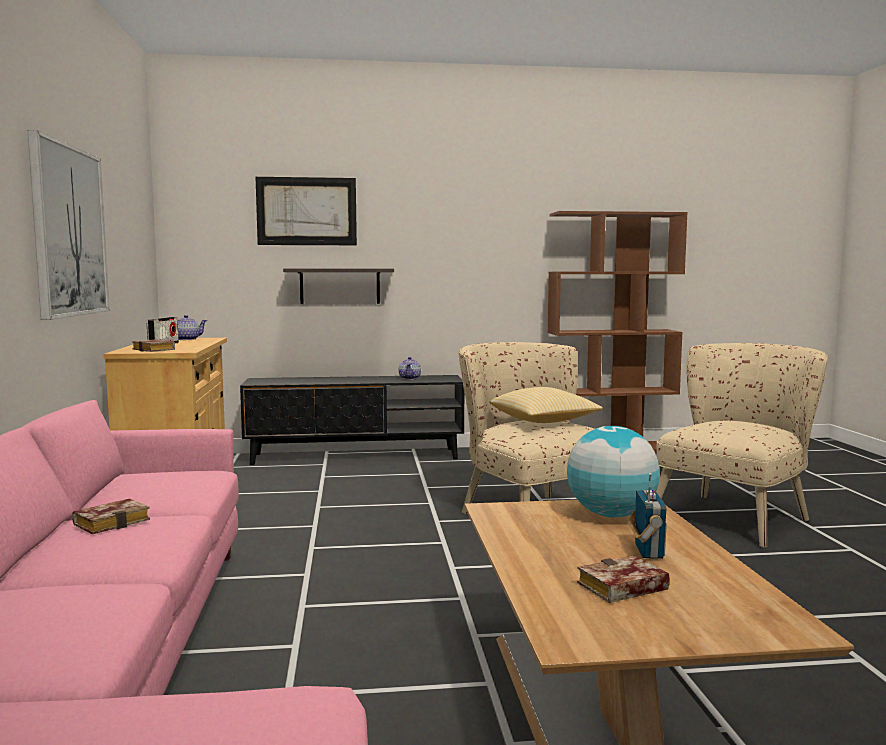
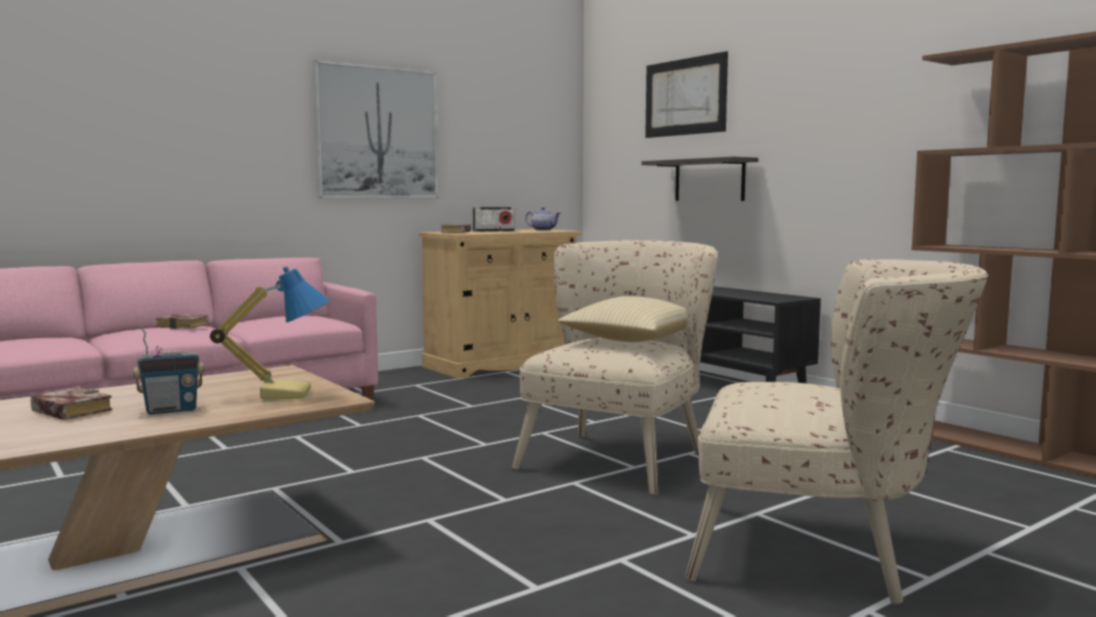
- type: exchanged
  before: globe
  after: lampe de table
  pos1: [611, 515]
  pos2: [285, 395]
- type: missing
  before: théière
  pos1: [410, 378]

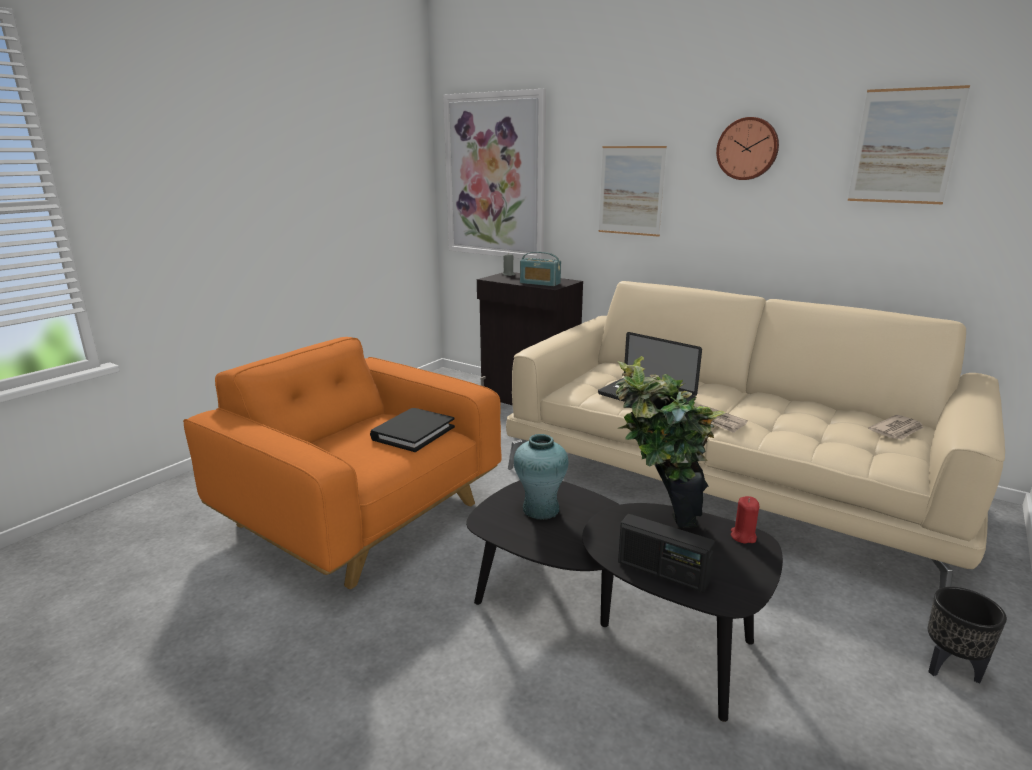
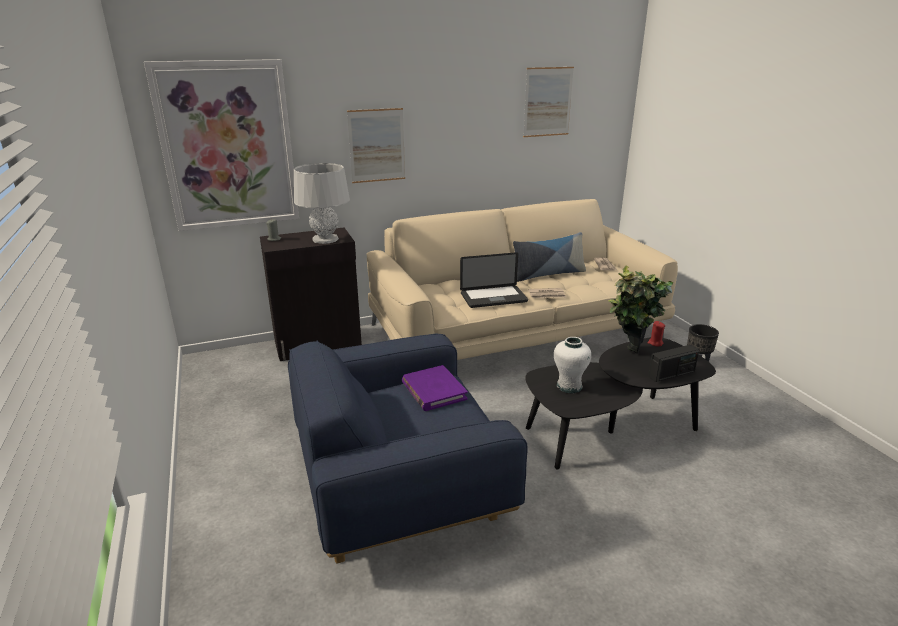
- type: colour
  before: fauteuil (orange)
  after: fauteuil (bleu)
  pos1: [360, 515]
  pos2: [399, 485]
- type: exchanged
  before: radio
  after: lampe de table (gris)
  pos1: [540, 283]
  pos2: [325, 239]
- type: colour
  before: livre (noir)
  after: livre (violet)
  pos1: [413, 433]
  pos2: [433, 391]
- type: appeared
  after: coussin
  pos2: [548, 274]
- type: colour
  before: vase (turquoise)
  after: vase (blanc)
  pos1: [540, 509]
  pos2: [569, 386]
- type: missing
  before: horloge murale
  pos1: [747, 149]

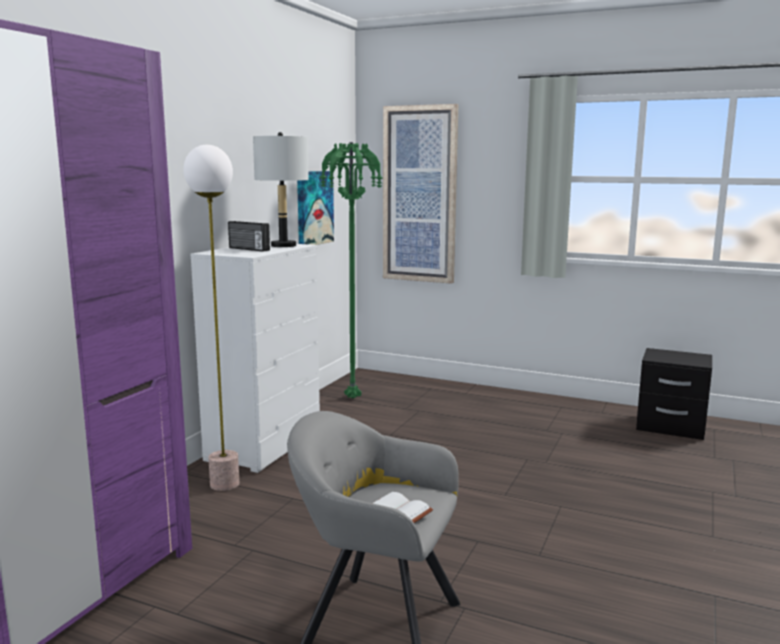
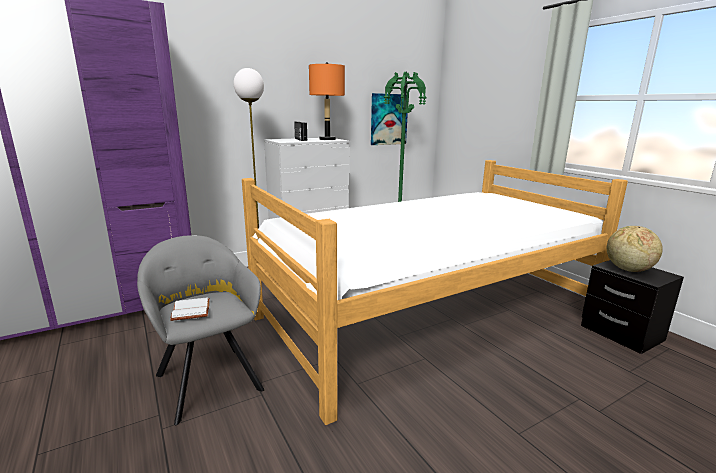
- type: appeared
  after: lit
  pos2: [430, 314]
- type: colour
  before: lampe de table (gris)
  after: lampe de table (orange)
  pos1: [283, 246]
  pos2: [327, 139]
- type: appeared
  after: globe
  pos2: [628, 269]
- type: missing
  before: tableau
  pos1: [420, 195]

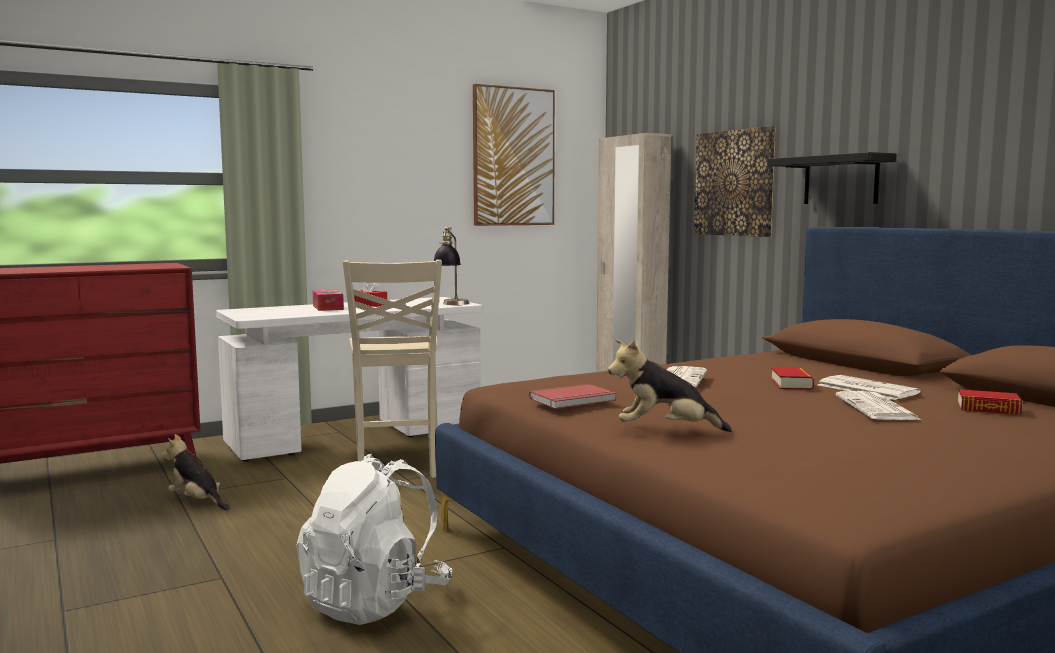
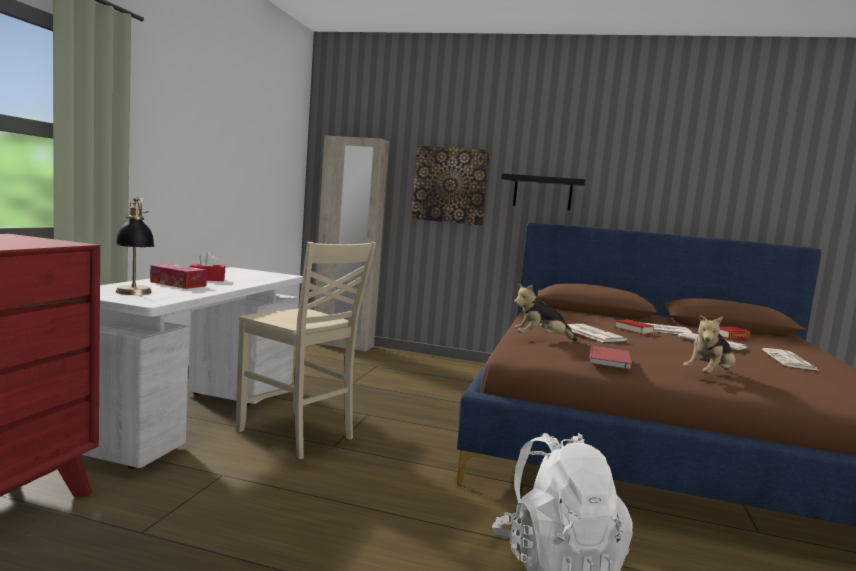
- type: relocated
  before: lampe de table
  pos1: [451, 305]
  pos2: [134, 294]
- type: relocated
  before: peluche
  pos1: [197, 502]
  pos2: [540, 339]
- type: appeared
  after: journal
  pos2: [790, 360]
- type: missing
  before: tableau
  pos1: [513, 157]

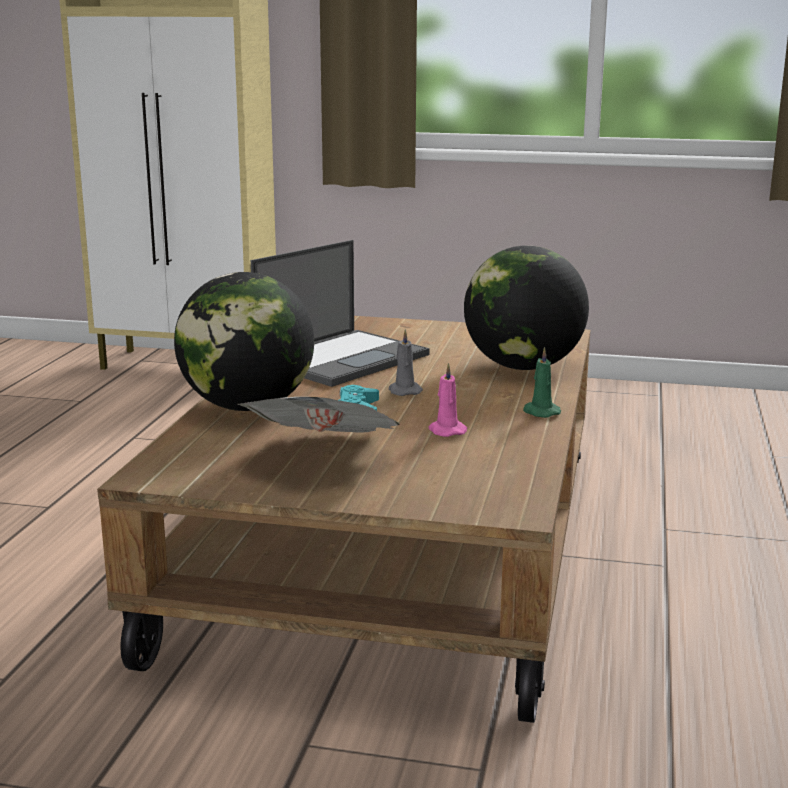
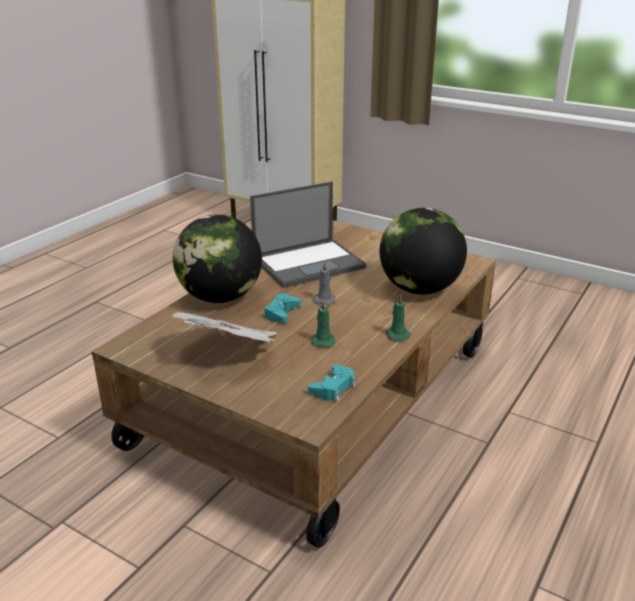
- type: appeared
  after: manette (turquoise)
  pos2: [333, 388]
- type: colour
  before: bougie (rose)
  after: bougie (vert)
  pos1: [446, 430]
  pos2: [323, 340]

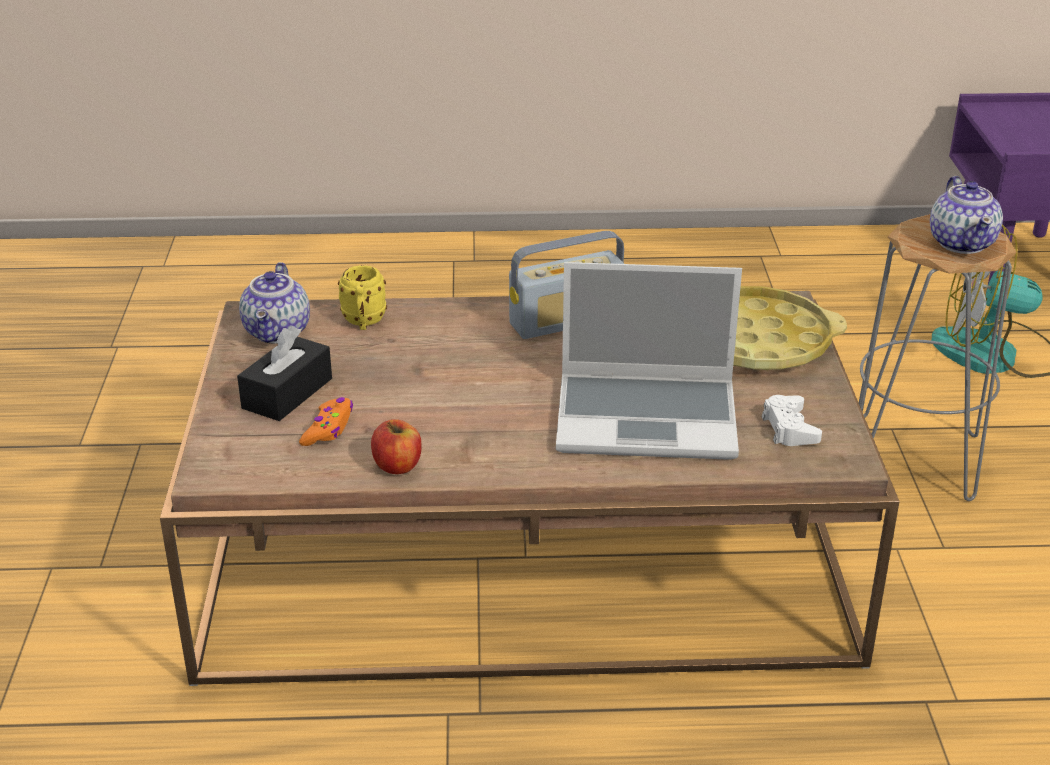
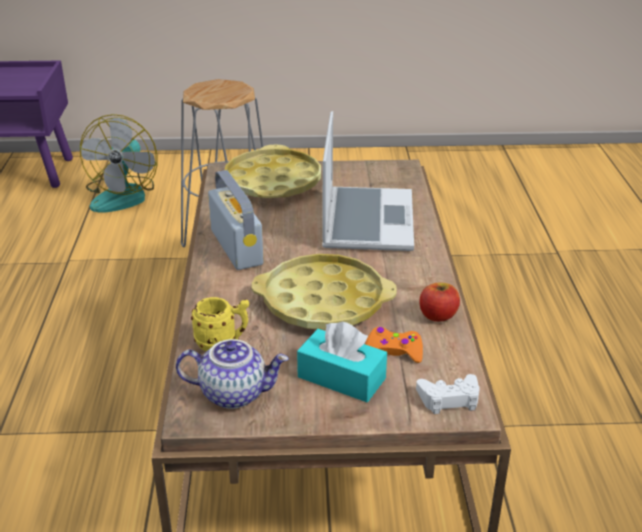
- type: appeared
  after: plateau (jaune)
  pos2: [323, 301]
- type: colour
  before: boîte à mouchoirs (noir)
  after: boîte à mouchoirs (turquoise)
  pos1: [287, 393]
  pos2: [341, 378]
- type: relocated
  before: manette (blanc)
  pos1: [789, 428]
  pos2: [449, 399]
- type: missing
  before: théière
  pos1: [962, 243]

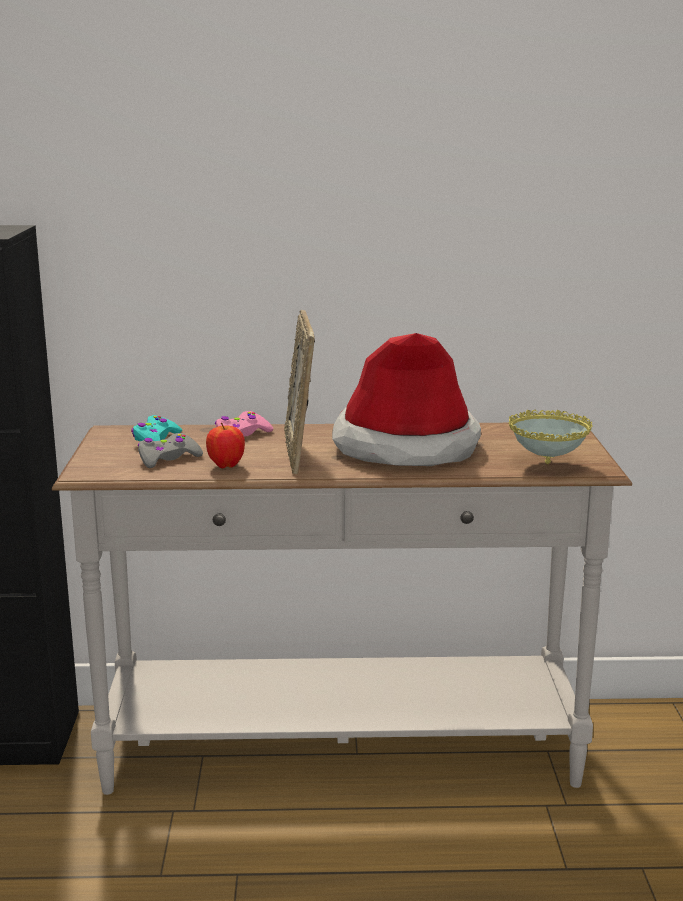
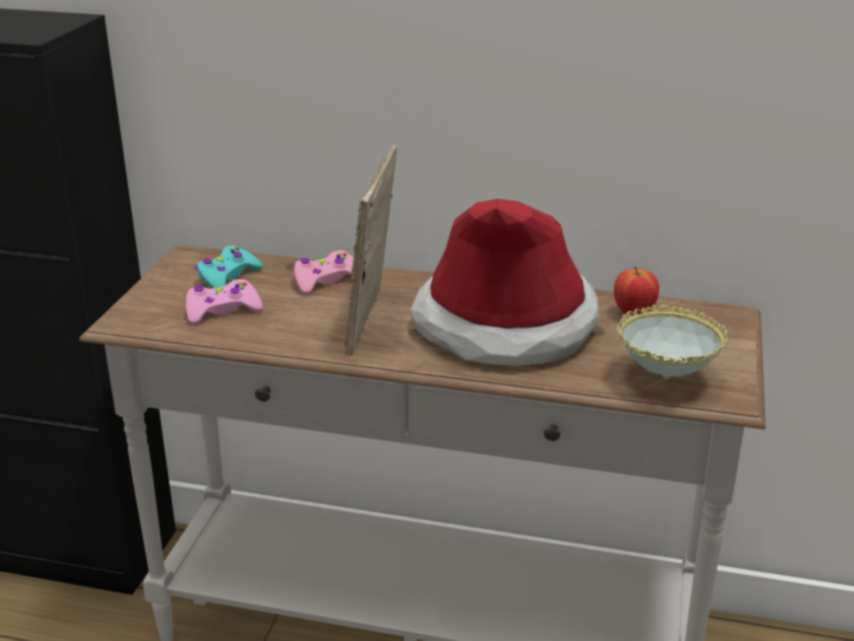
- type: colour
  before: manette (gris)
  after: manette (rose)
  pos1: [168, 458]
  pos2: [222, 310]
- type: relocated
  before: pomme
  pos1: [226, 466]
  pos2: [634, 314]

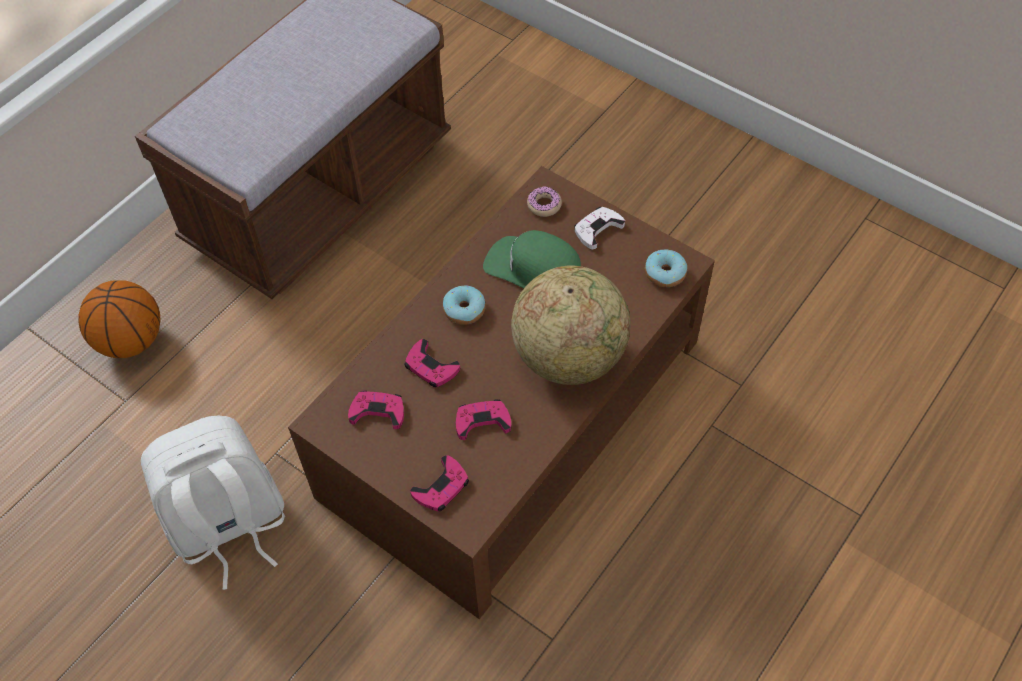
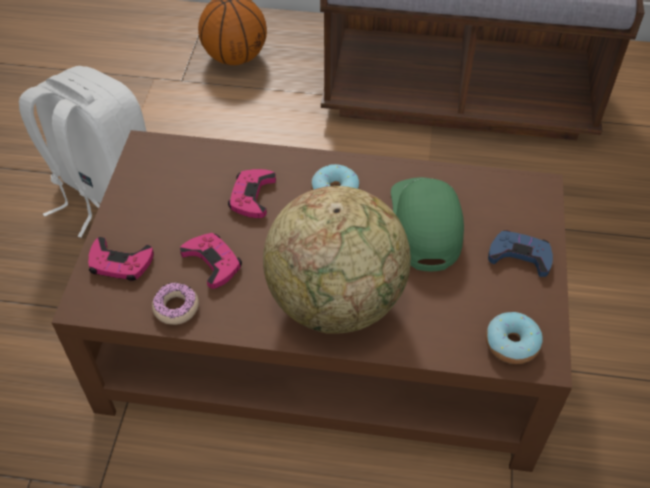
- type: relocated
  before: beignet
  pos1: [544, 205]
  pos2: [176, 307]
- type: colour
  before: manette (blanc)
  after: manette (bleu)
  pos1: [597, 229]
  pos2: [520, 255]
- type: missing
  before: manette (rose)
  pos1: [378, 411]

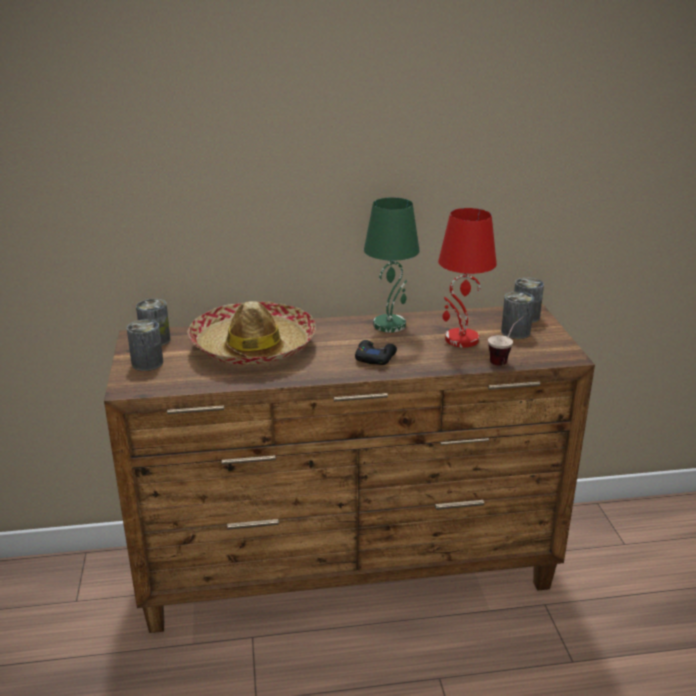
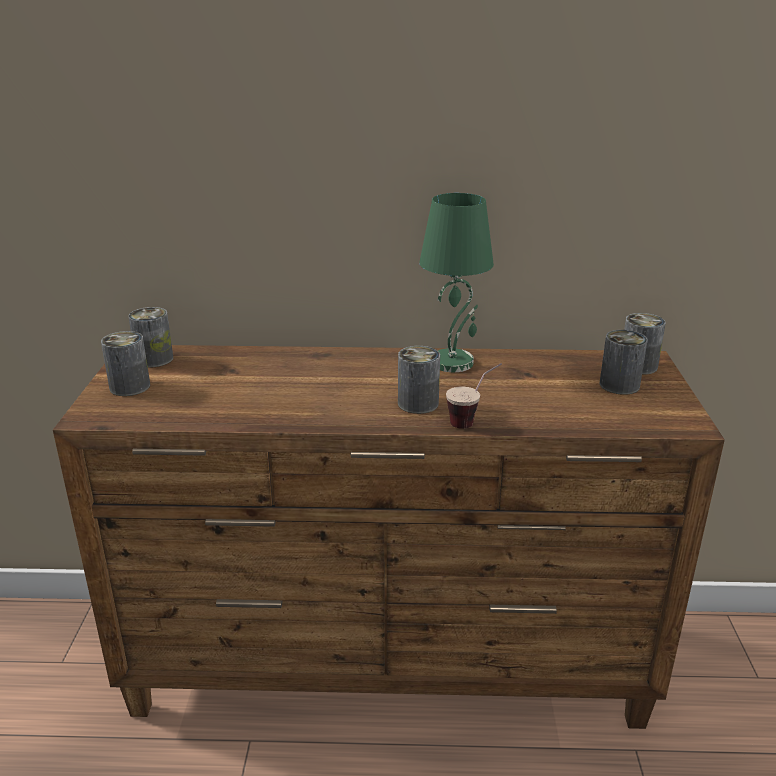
- type: exchanged
  before: manette (noir)
  after: boîte métallique
  pos1: [375, 357]
  pos2: [418, 403]
- type: relocated
  before: tasse
  pos1: [505, 359]
  pos2: [473, 420]
- type: missing
  before: chapeau
  pos1: [252, 347]
- type: missing
  before: lampe de table (rouge)
  pos1: [460, 340]

